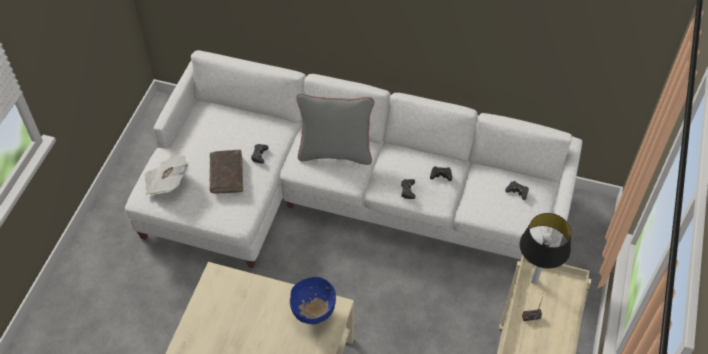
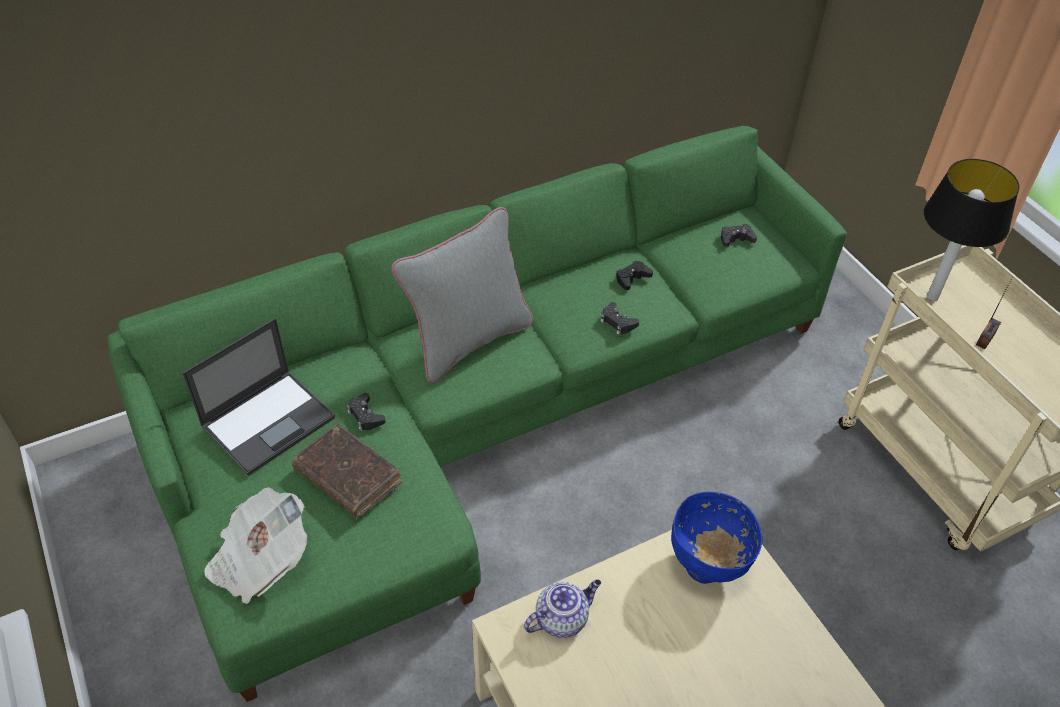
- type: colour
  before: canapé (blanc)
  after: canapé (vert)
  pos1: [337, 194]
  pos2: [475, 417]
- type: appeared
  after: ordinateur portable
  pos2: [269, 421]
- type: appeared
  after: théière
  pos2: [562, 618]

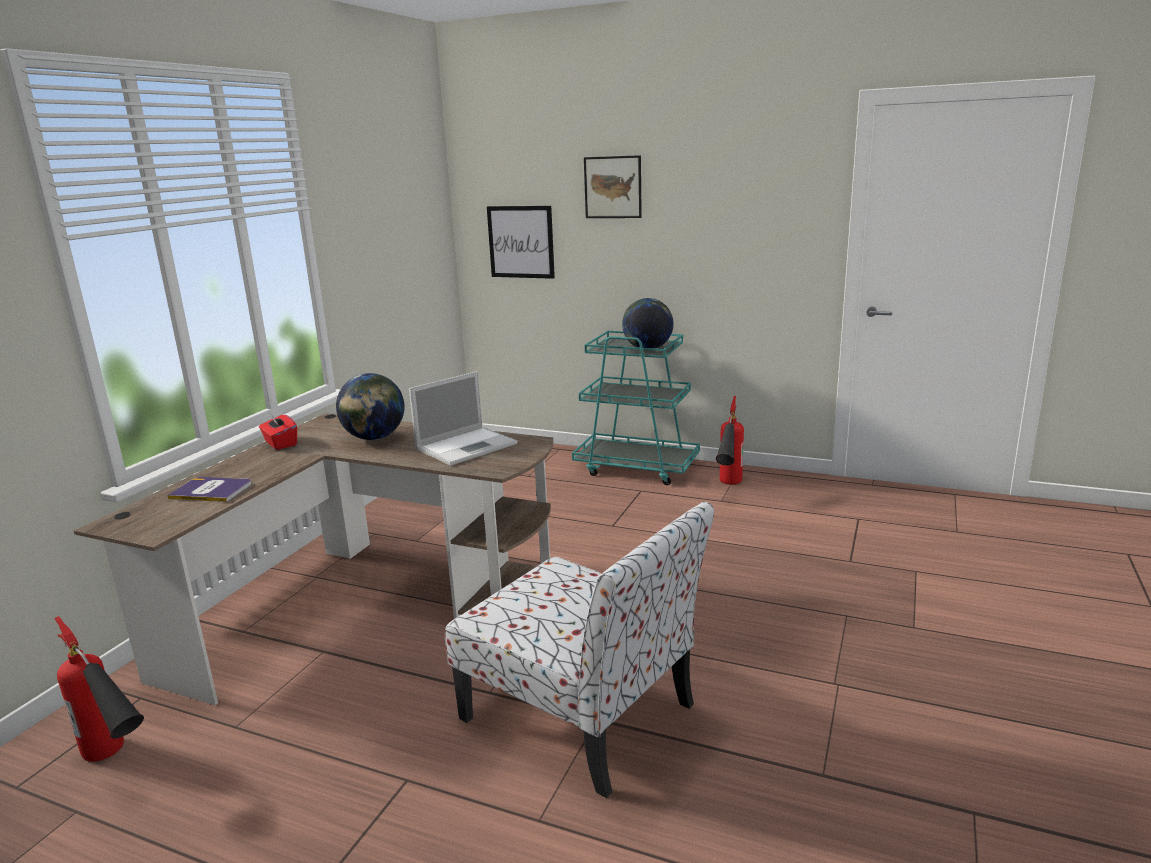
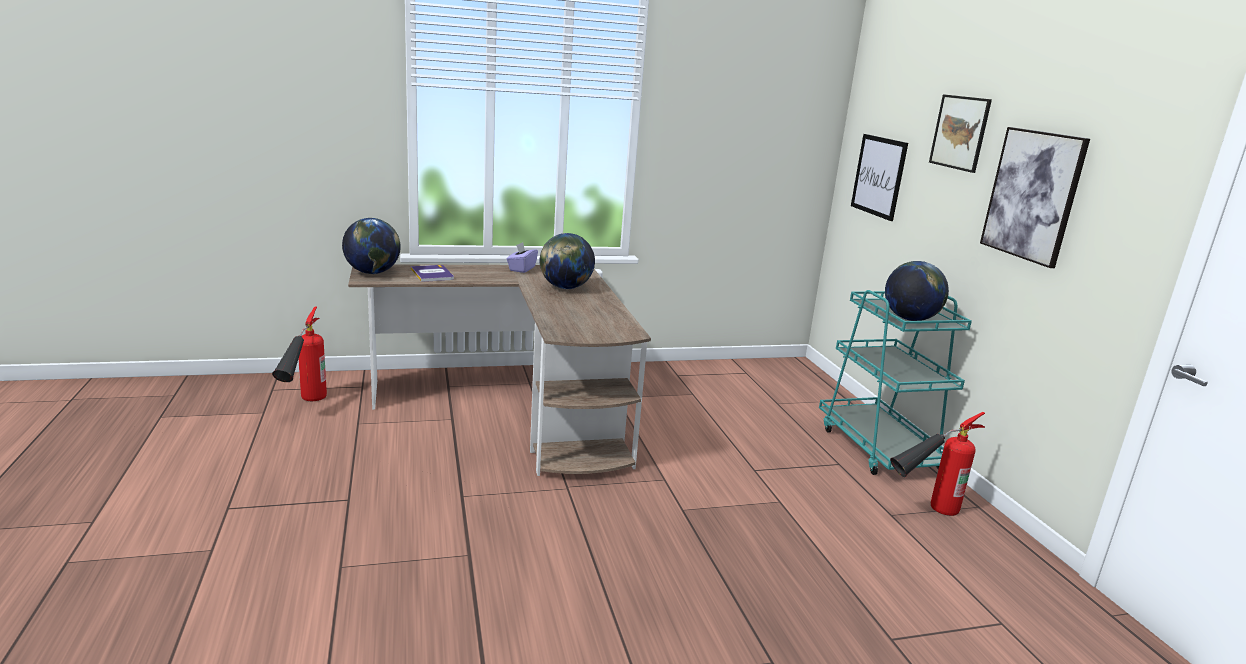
- type: appeared
  after: globe
  pos2: [372, 273]
- type: colour
  before: boîte à mouchoirs (rouge)
  after: boîte à mouchoirs (violet)
  pos1: [280, 443]
  pos2: [521, 269]
- type: appeared
  after: tableau
  pos2: [1032, 195]
- type: missing
  before: ordinateur portable
  pos1: [468, 446]
- type: missing
  before: chaise
  pos1: [582, 714]

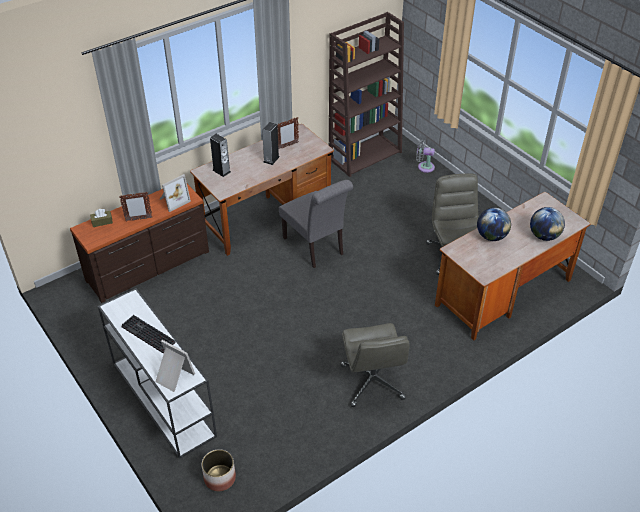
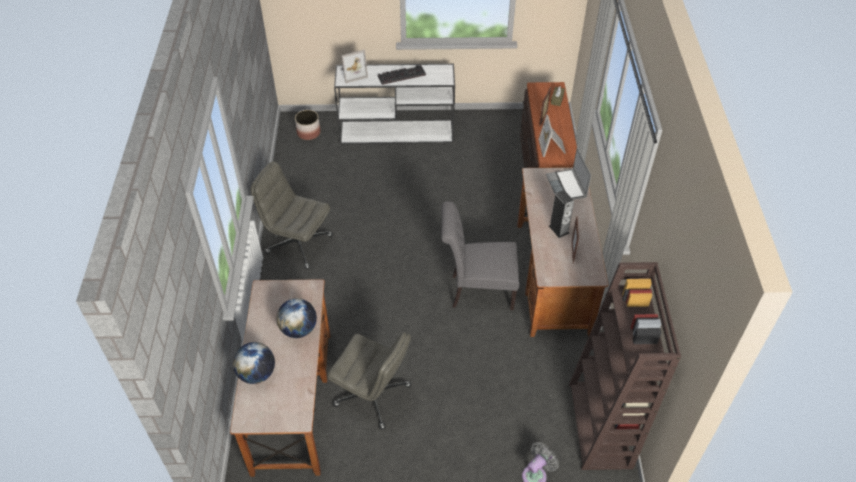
- type: exchanged
  before: enceinte
  after: ordinateur portable
  pos1: [221, 171]
  pos2: [567, 187]

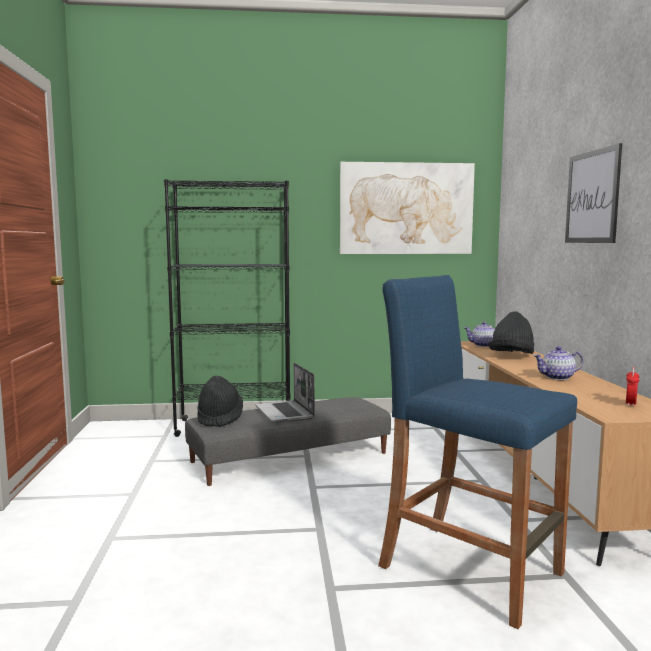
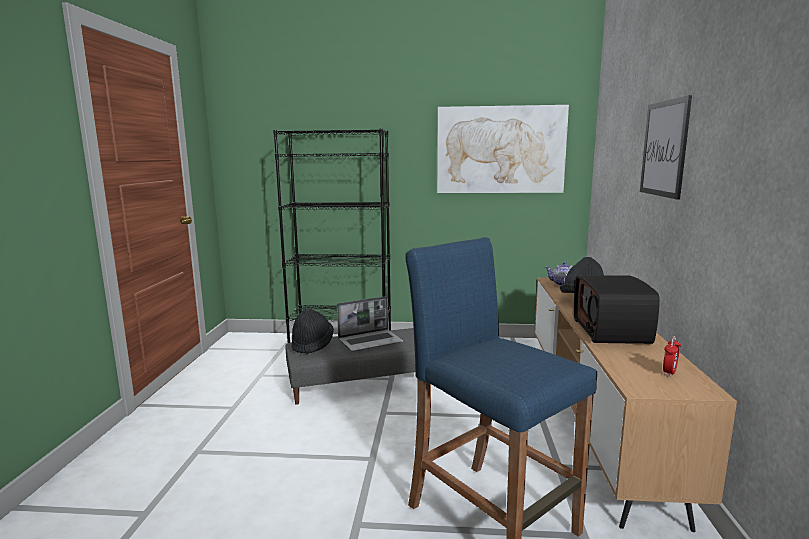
- type: spun
  before: ordinateur portable
  pos1: [285, 413]
  pos2: [371, 341]
  turn: -105
- type: exchanged
  before: théière
  after: radio
  pos1: [557, 378]
  pos2: [612, 331]

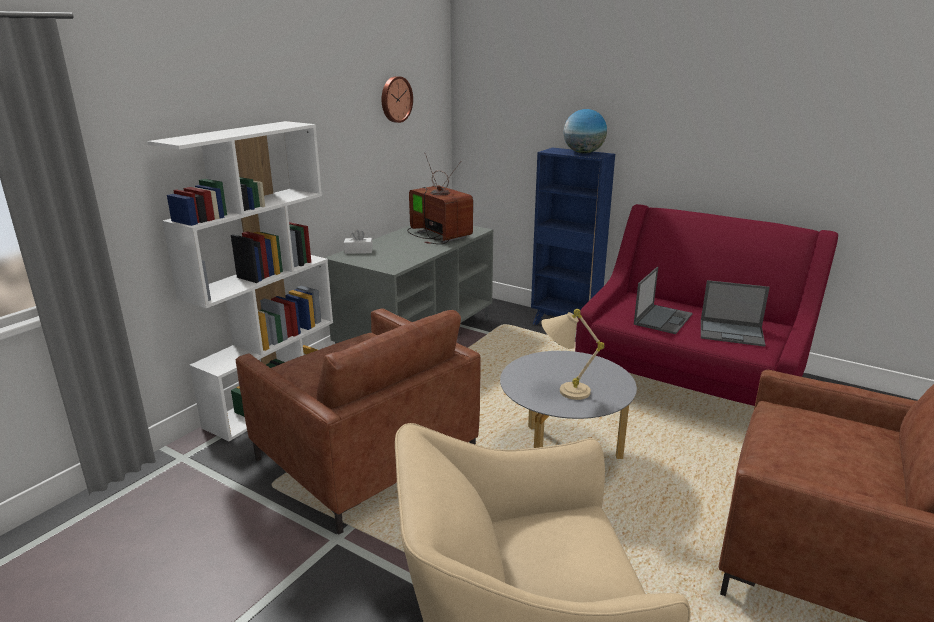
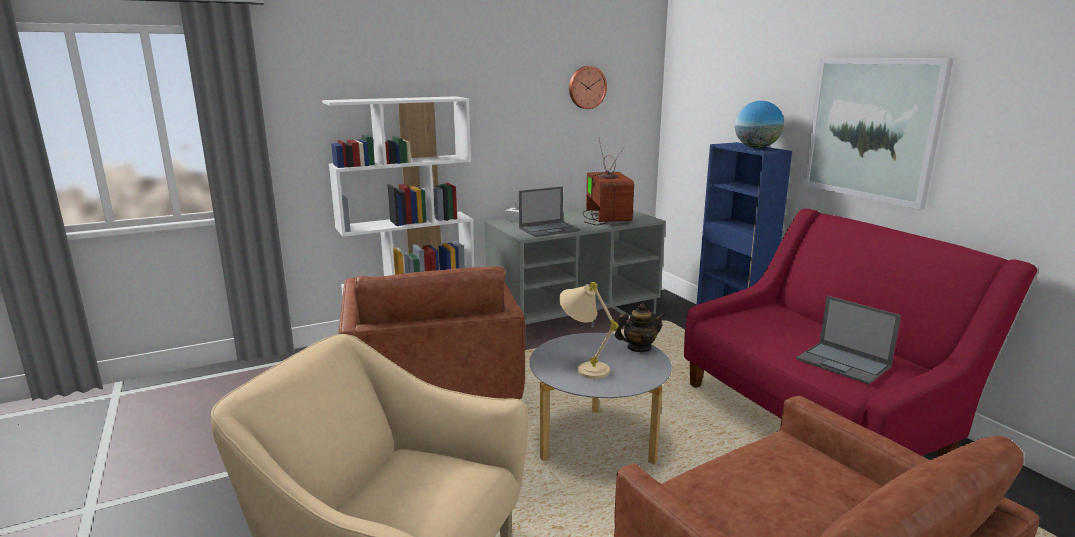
- type: relocated
  before: ordinateur portable
  pos1: [663, 319]
  pos2: [549, 229]
- type: appeared
  after: théière
  pos2: [639, 348]
- type: appeared
  after: tableau
  pos2: [871, 129]

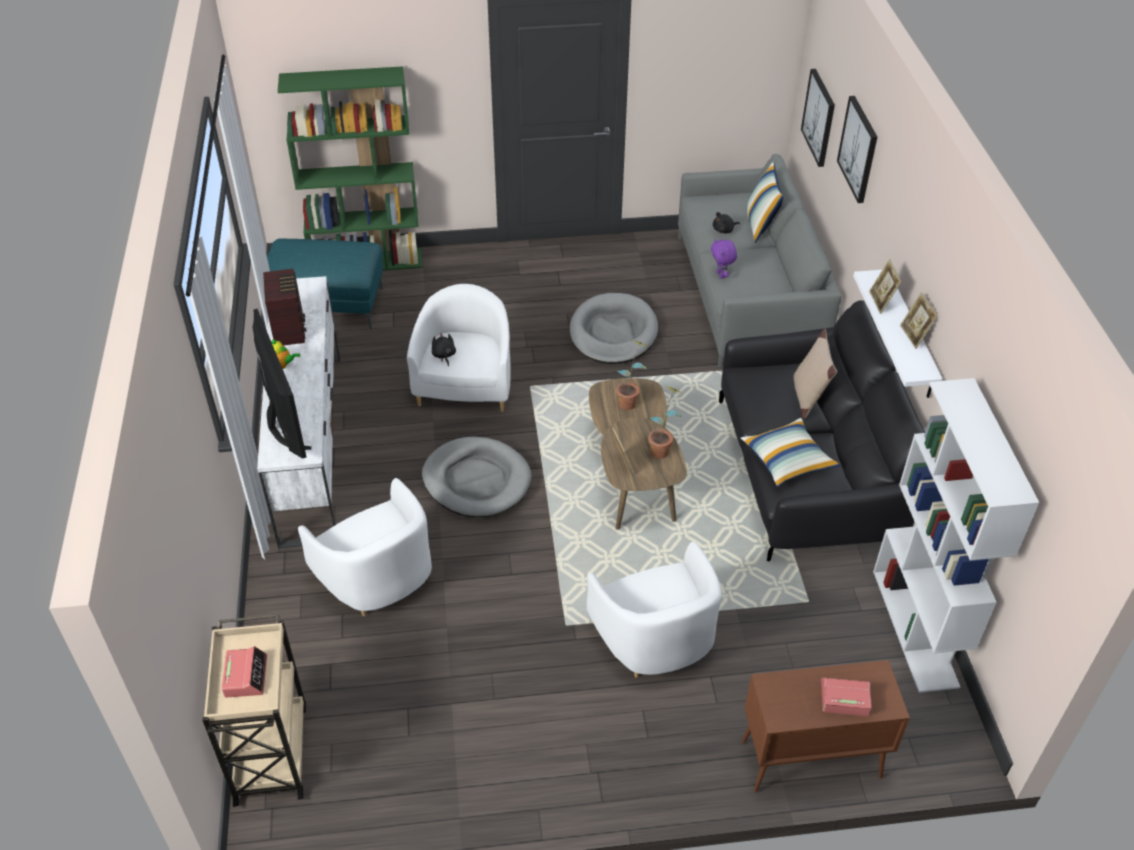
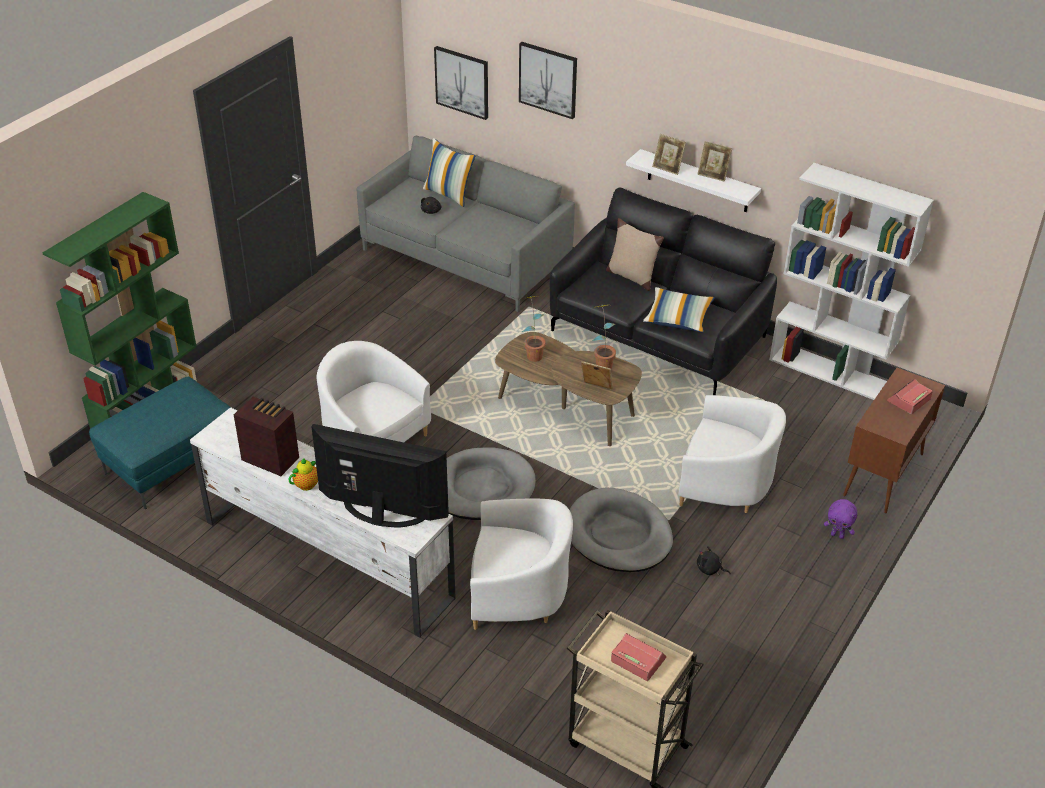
- type: relocated
  before: panier pour chien (gris)
  pos1: [613, 333]
  pos2: [618, 535]
- type: relocated
  before: peluche (noir)
  pos1: [444, 355]
  pos2: [710, 569]
- type: relocated
  before: peluche (violet)
  pos1: [721, 275]
  pos2: [837, 535]

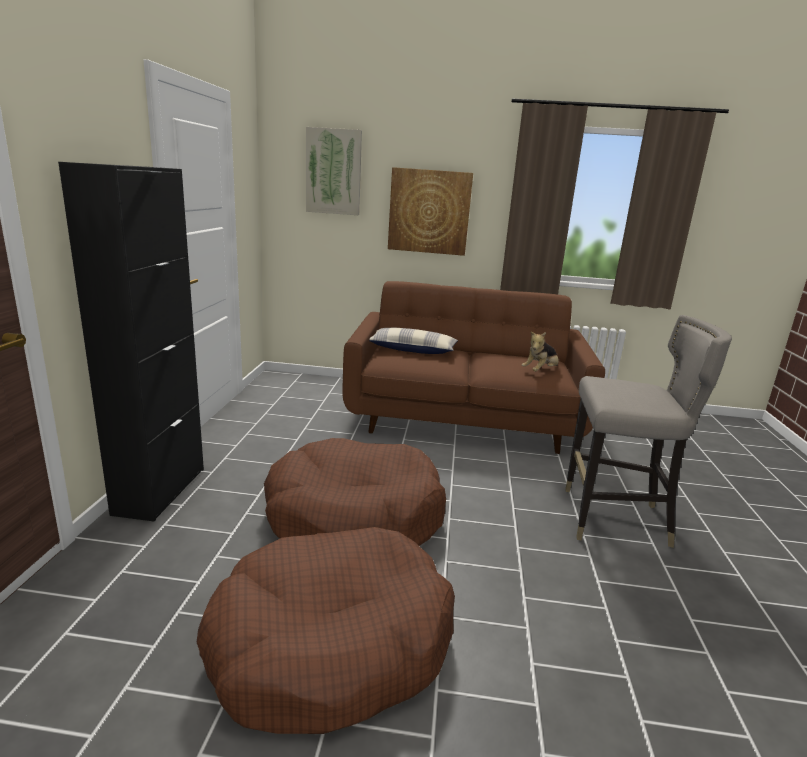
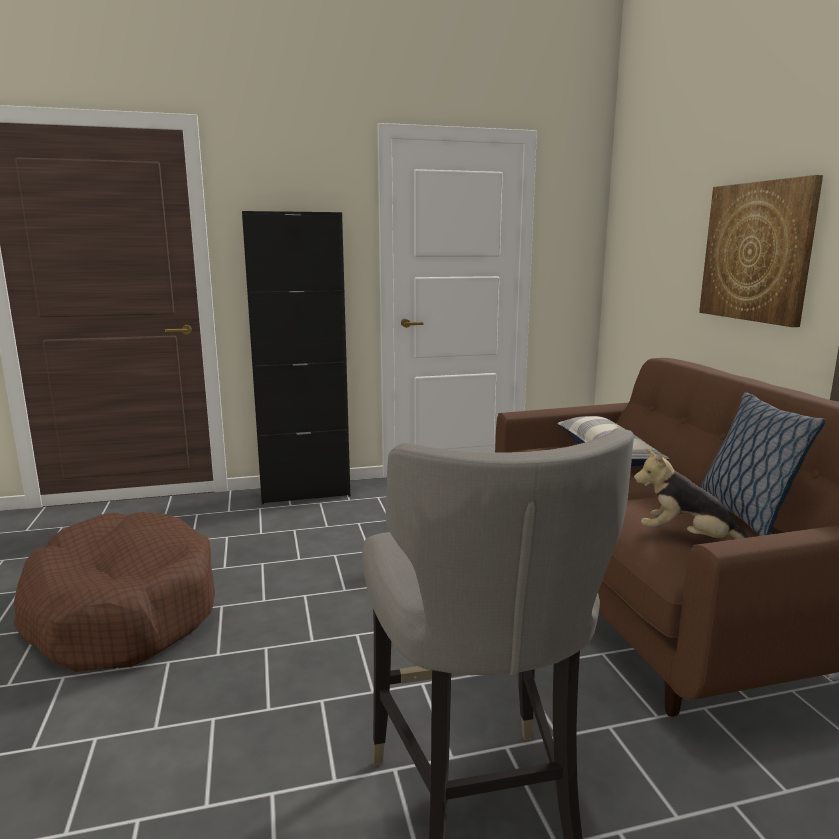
- type: appeared
  after: coussin
  pos2: [744, 514]
- type: missing
  before: panier pour chien (marron)
  pos1: [354, 515]
- type: missing
  before: tableau
  pos1: [333, 172]

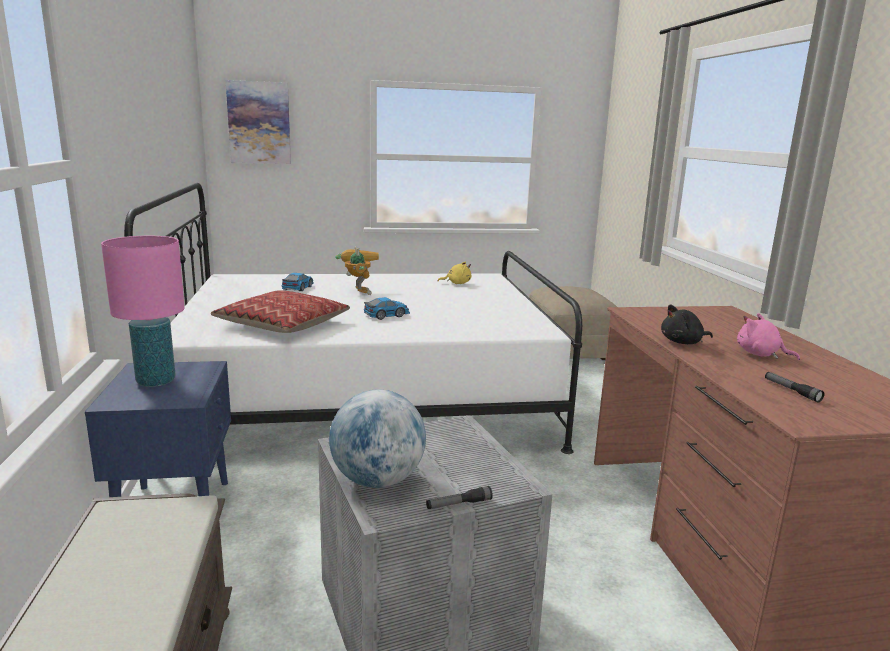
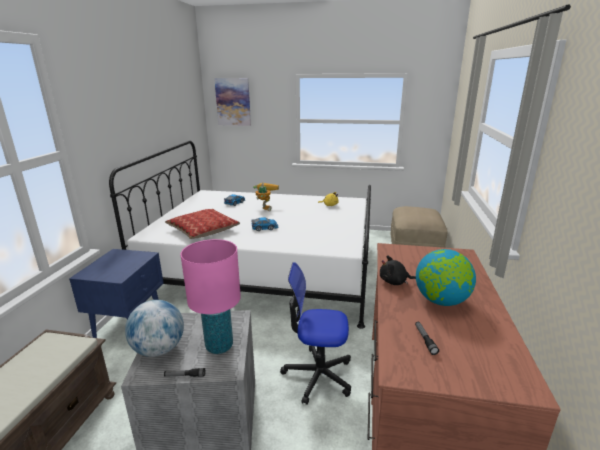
- type: relocated
  before: lampe de table (rose)
  pos1: [155, 381]
  pos2: [219, 346]
- type: appeared
  after: chaise de bureau
  pos2: [318, 375]
- type: exchanged
  before: peluche (rose)
  after: globe
  pos1: [760, 354]
  pos2: [441, 301]

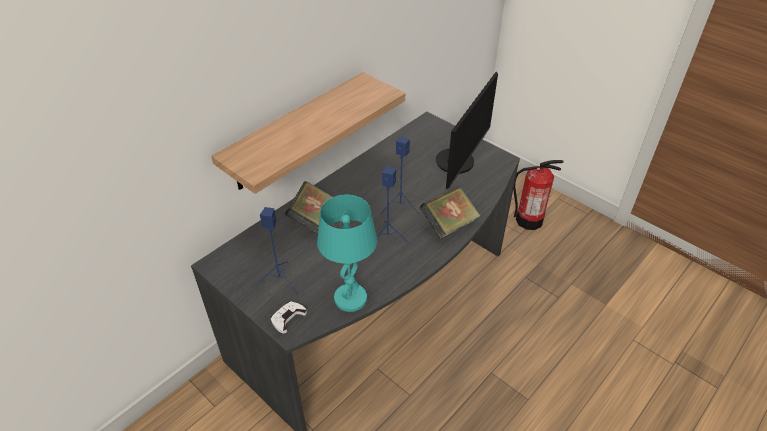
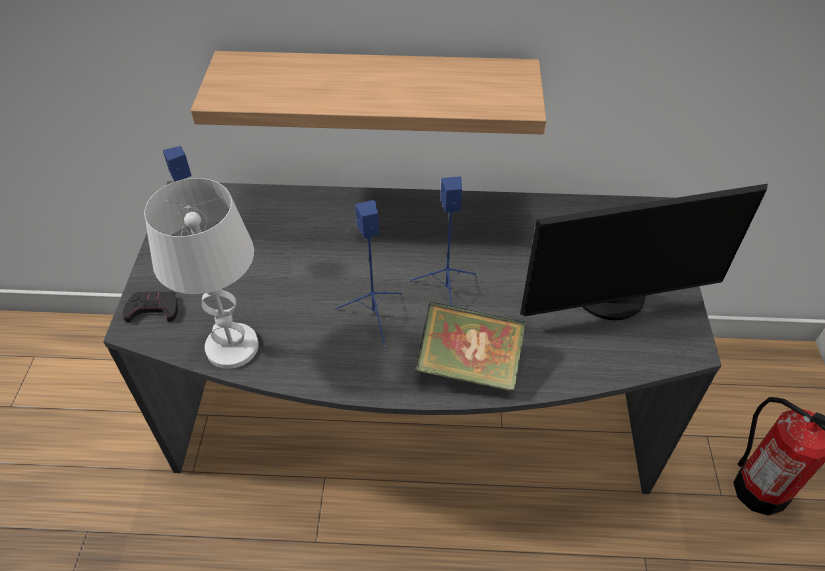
- type: colour
  before: manette (blanc)
  after: manette (noir)
  pos1: [288, 318]
  pos2: [153, 309]
- type: colour
  before: lampe de table (turquoise)
  after: lampe de table (blanc)
  pos1: [350, 298]
  pos2: [231, 347]
- type: missing
  before: livre
  pos1: [313, 219]

